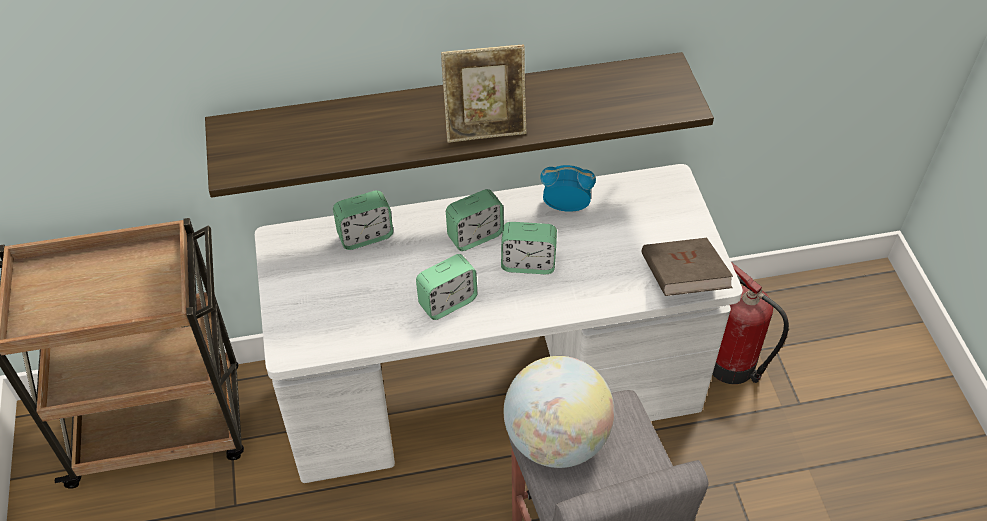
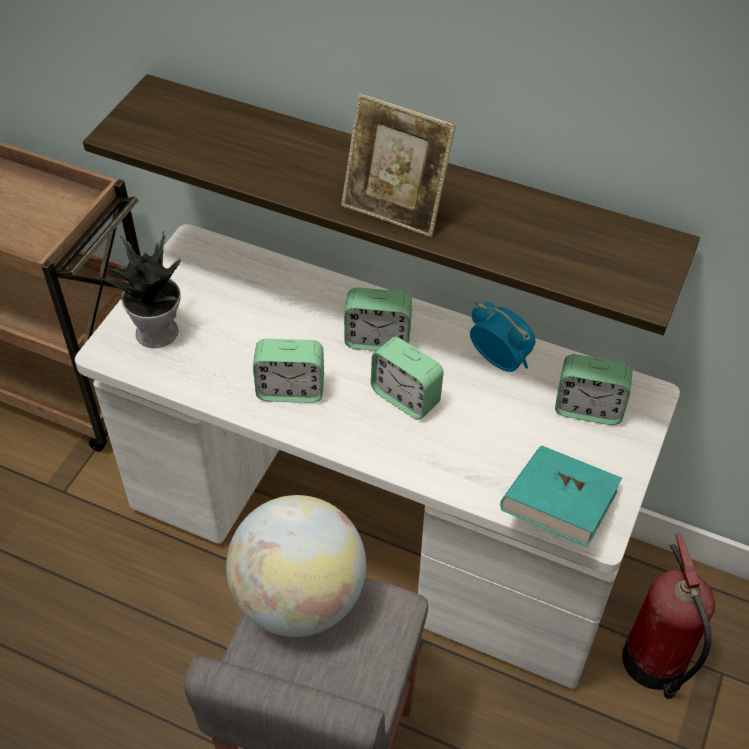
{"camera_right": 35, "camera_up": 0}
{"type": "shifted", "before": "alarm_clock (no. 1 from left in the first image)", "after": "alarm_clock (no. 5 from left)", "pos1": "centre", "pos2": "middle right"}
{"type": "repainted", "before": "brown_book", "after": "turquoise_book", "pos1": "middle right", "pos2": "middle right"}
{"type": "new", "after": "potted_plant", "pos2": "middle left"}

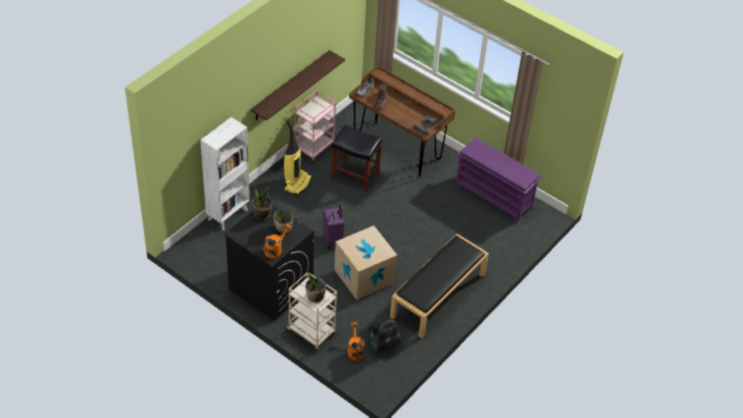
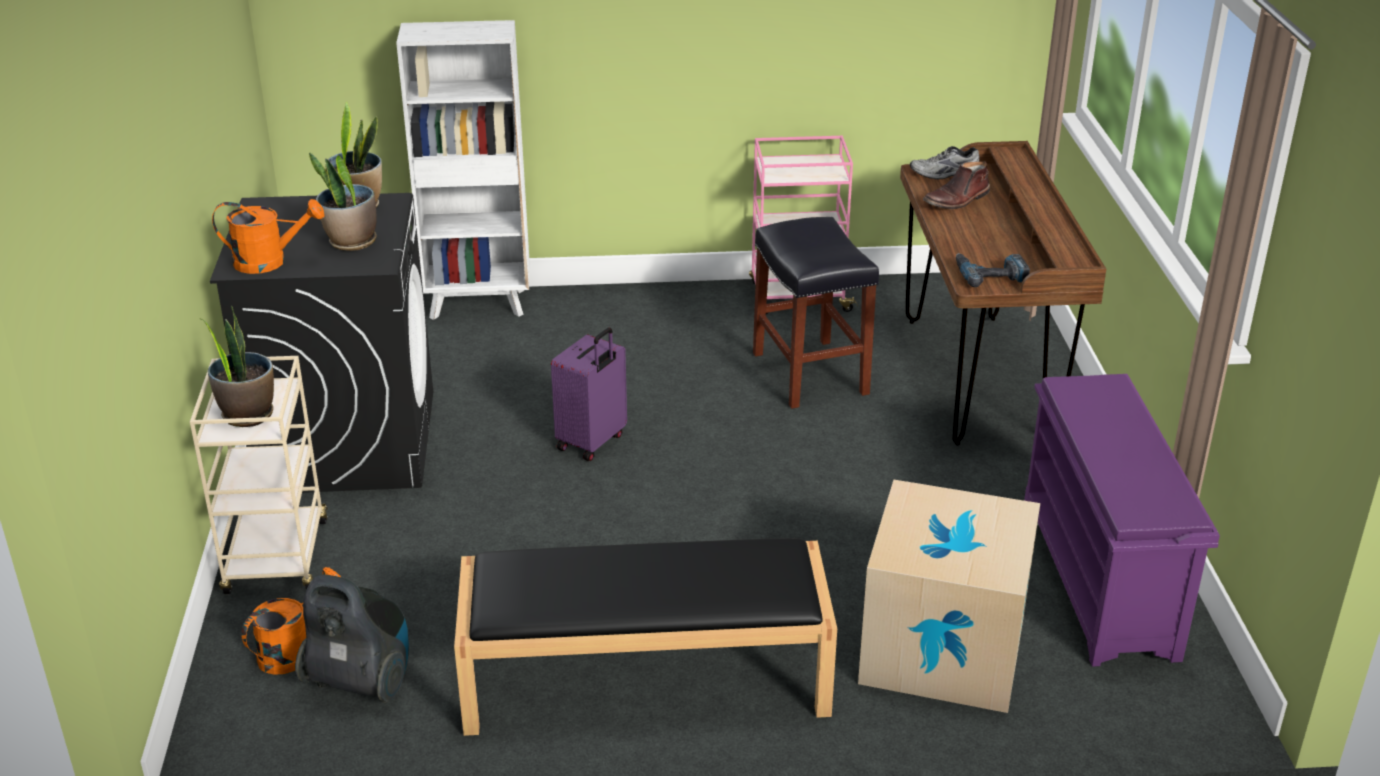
{"camera_right": 50, "camera_up": -15}
{"type": "gone", "before": "shelf", "pos1": "top centre"}
{"type": "gone", "before": "vacuum_cleaner (no. 1 from left)", "pos1": "centre"}
{"type": "shifted", "before": "cardboard_box", "pos1": "centre", "pos2": "bottom right"}

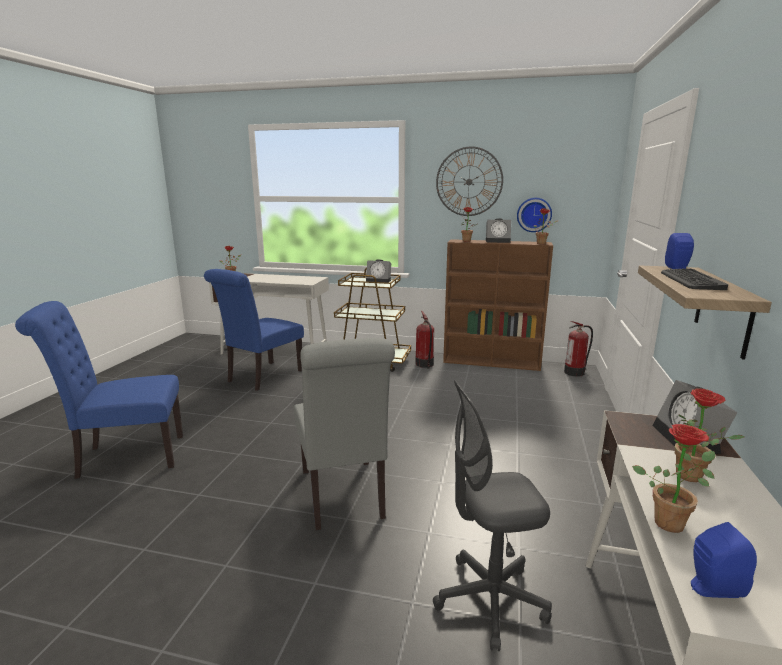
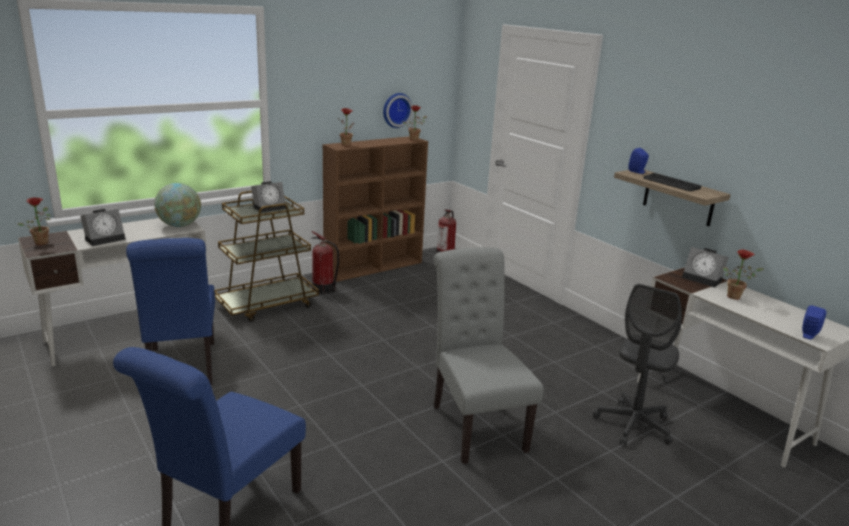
{"camera_right": -50, "camera_up": 5}
{"type": "gone", "before": "wall_clock (no. 1 from left)", "pos1": "top centre"}
{"type": "shifted", "before": "alarm_clock (no. 2 from left in the first image)", "after": "alarm_clock (no. 1 from left)", "pos1": "centre", "pos2": "middle left"}
{"type": "rotated", "before": "grey_chair", "pos1": "centre", "pos2": "bottom centre", "turn": -135}
{"type": "gone", "before": "potted_plant (no. 4 from left)", "pos1": "bottom right"}
{"type": "new", "after": "globe", "pos2": "middle left"}

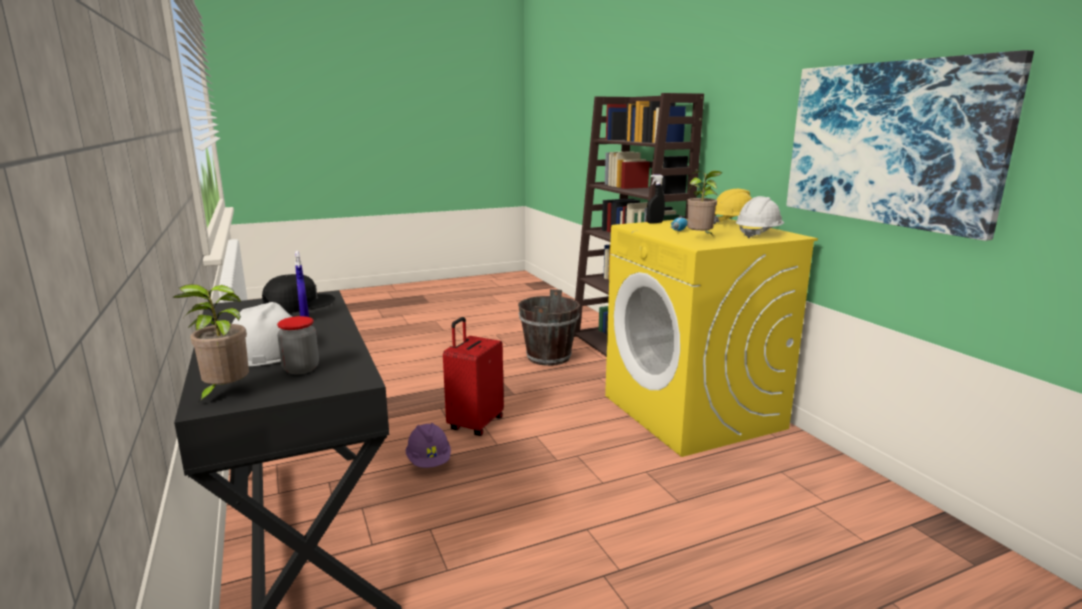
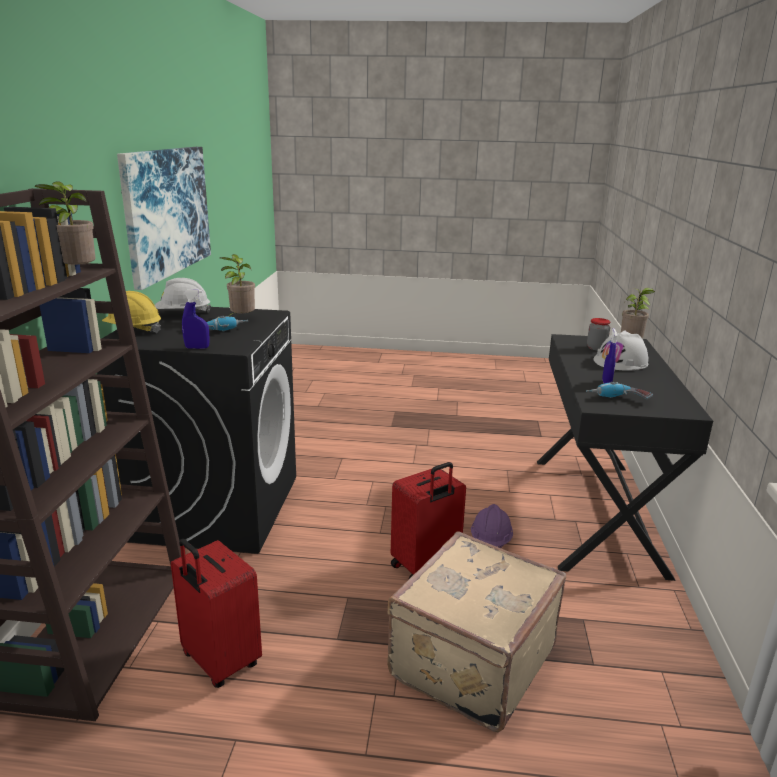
{"camera_right": -150, "camera_up": 5}
{"type": "repainted", "before": "black_spray_bottle", "after": "blue_spray_bottle (no. 1 from left)", "pos1": "top centre", "pos2": "middle left"}
{"type": "repainted", "before": "yellow_washing_machine", "after": "black_washing_machine", "pos1": "centre", "pos2": "middle left"}
{"type": "swapped", "before": "black_cap", "after": "power_drill (no. 2 from left)", "pos1": "middle left", "pos2": "middle right"}
{"type": "swapped", "before": "brown_bucket", "after": "red_suitcase (no. 1 from left)", "pos1": "centre", "pos2": "bottom left"}
{"type": "new", "after": "potted_plant (no. 1 from left)", "pos2": "top left"}
{"type": "new", "after": "beige_suitcase", "pos2": "bottom centre"}

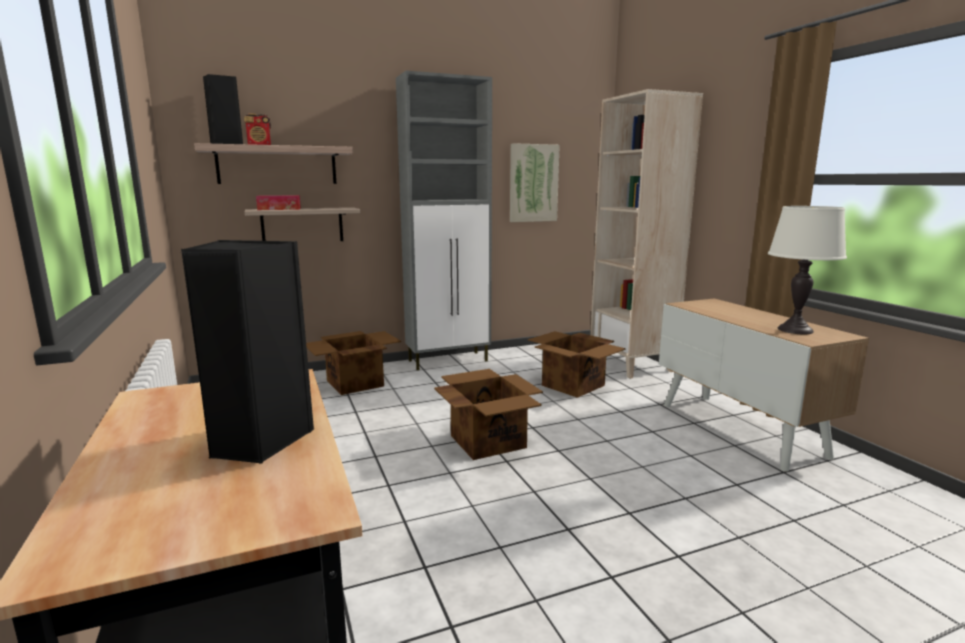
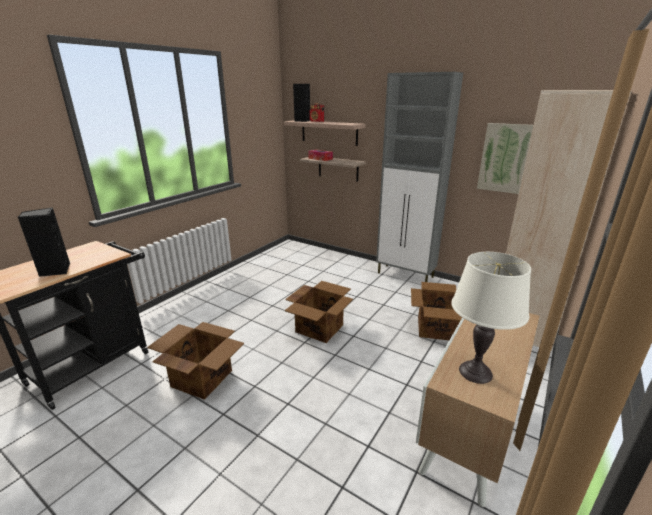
{"camera_right": 55, "camera_up": 10}
{"type": "shifted", "before": "cardboard_box (no. 1 from left)", "pos1": "centre", "pos2": "bottom left"}

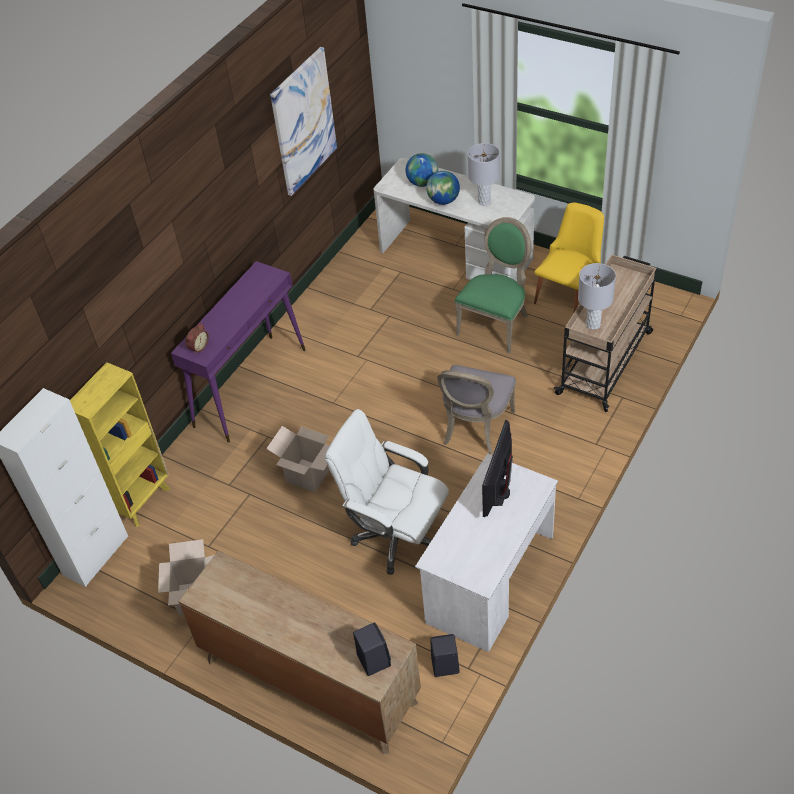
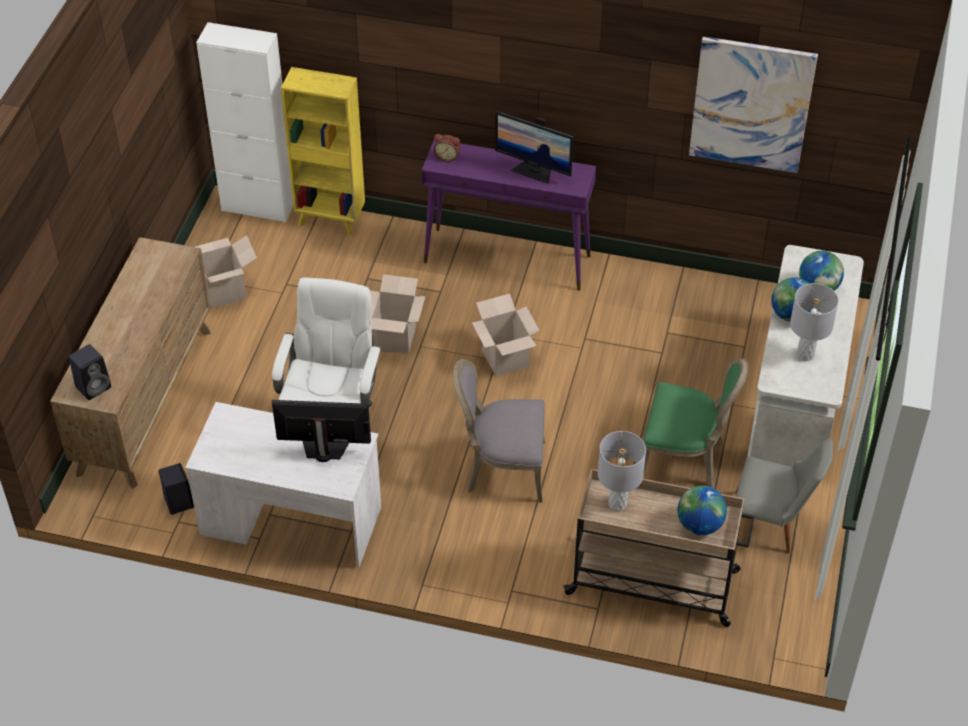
{"camera_right": 70, "camera_up": 0}
{"type": "repainted", "before": "yellow_chair", "after": "grey_chair (no. 2 from left)", "pos1": "top right", "pos2": "bottom right"}
{"type": "new", "after": "monitor (no. 2 from left)", "pos2": "top centre"}
{"type": "new", "after": "cardboard_box (no. 3 from left)", "pos2": "centre"}
{"type": "new", "after": "globe (no. 1 from left)", "pos2": "bottom right"}

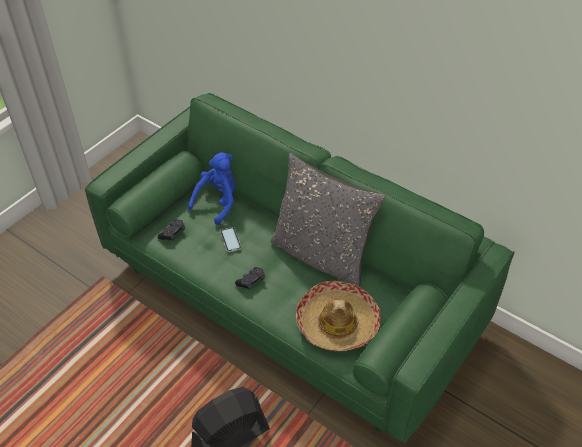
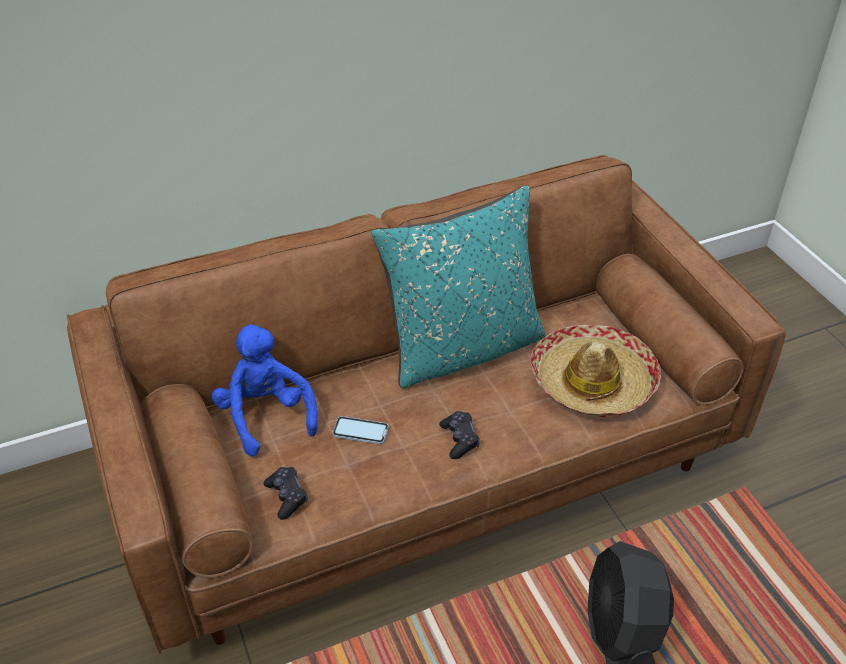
{"camera_right": -60, "camera_up": -5}
{"type": "repainted", "before": "green_sofa", "after": "brown_sofa", "pos1": "centre", "pos2": "centre"}
{"type": "repainted", "before": "grey_pillow", "after": "turquoise_pillow", "pos1": "centre", "pos2": "centre"}

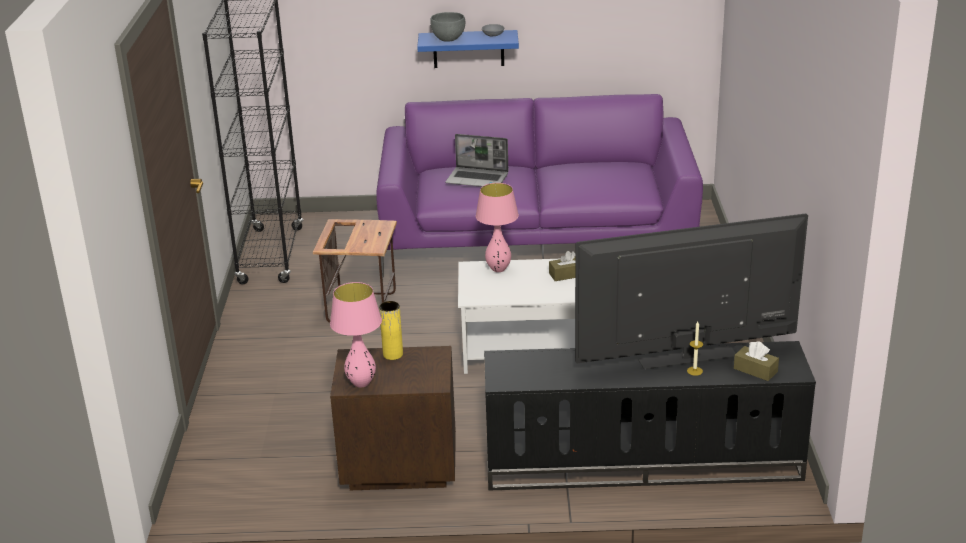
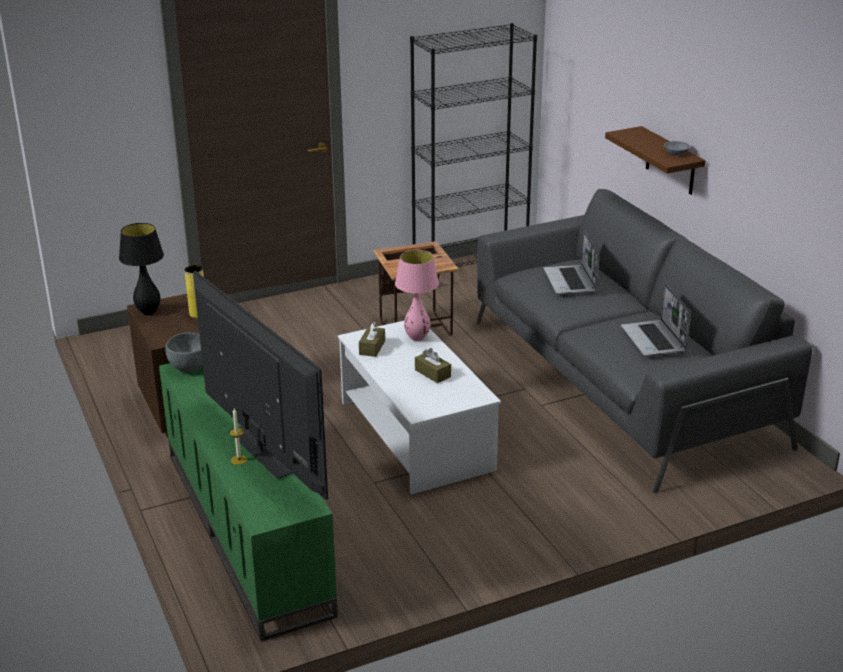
{"camera_right": 65, "camera_up": 0}
{"type": "shifted", "before": "grey_bowl (no. 1 from left)", "pos1": "top centre", "pos2": "middle left"}
{"type": "repainted", "before": "blue_shelf", "after": "brown_shelf", "pos1": "top centre", "pos2": "top right"}
{"type": "repainted", "before": "purple_sofa", "after": "grey_sofa", "pos1": "centre", "pos2": "middle right"}
{"type": "repainted", "before": "pink_table_lamp (no. 1 from left)", "after": "black_table_lamp", "pos1": "centre", "pos2": "middle left"}
{"type": "repainted", "before": "black_tv_stand", "after": "green_tv_stand", "pos1": "bottom right", "pos2": "bottom left"}
{"type": "shifted", "before": "brown_tissue_box (no. 2 from left in the first image)", "after": "brown_tissue_box (no. 1 from left)", "pos1": "middle right", "pos2": "centre"}
{"type": "new", "after": "laptop (no. 2 from left)", "pos2": "middle right"}

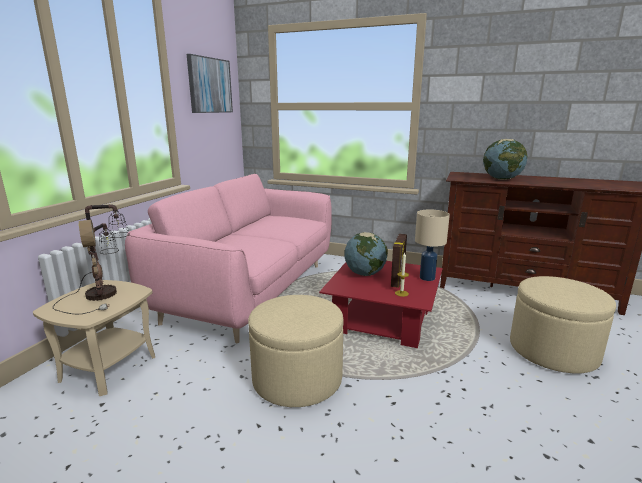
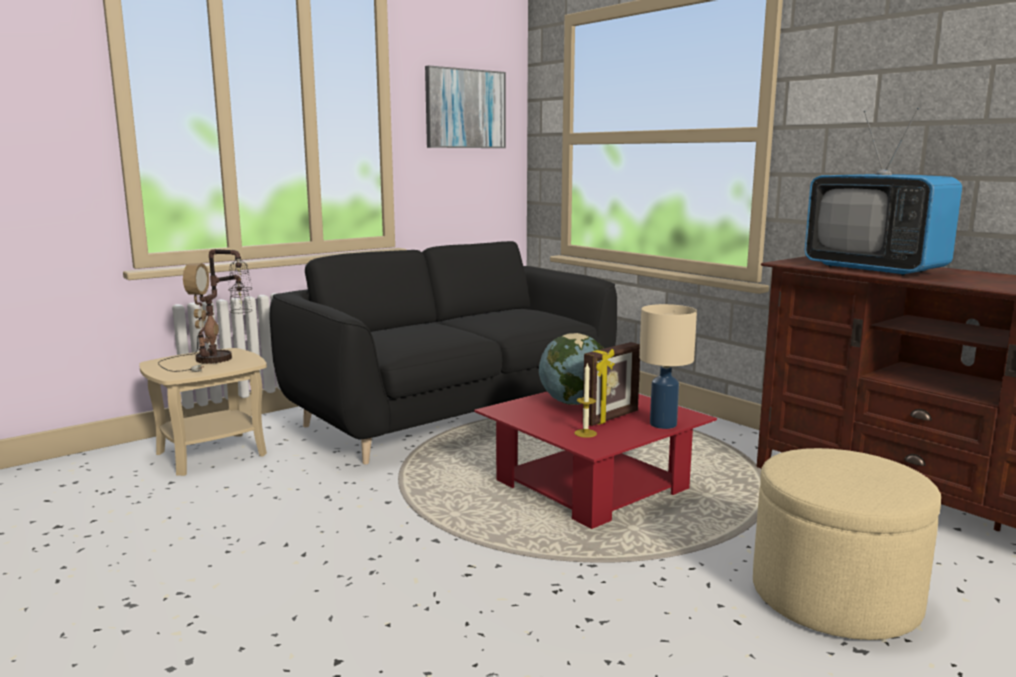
{"camera_right": 30, "camera_up": -5}
{"type": "swapped", "before": "globe (no. 2 from left)", "after": "television", "pos1": "top right", "pos2": "top right"}
{"type": "repainted", "before": "pink_sofa", "after": "black_sofa", "pos1": "centre", "pos2": "centre"}
{"type": "gone", "before": "beige_ottoman (no. 1 from left)", "pos1": "bottom centre"}

